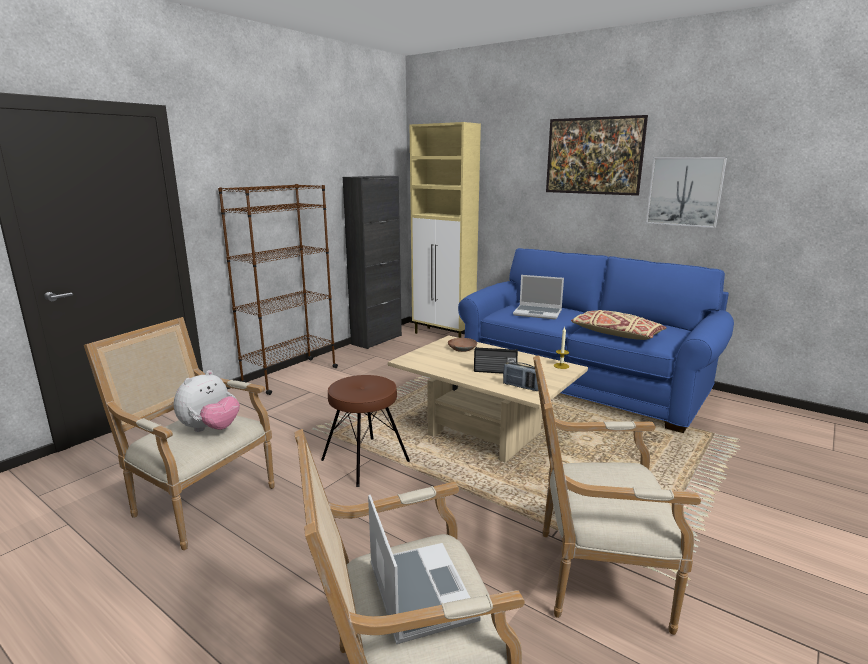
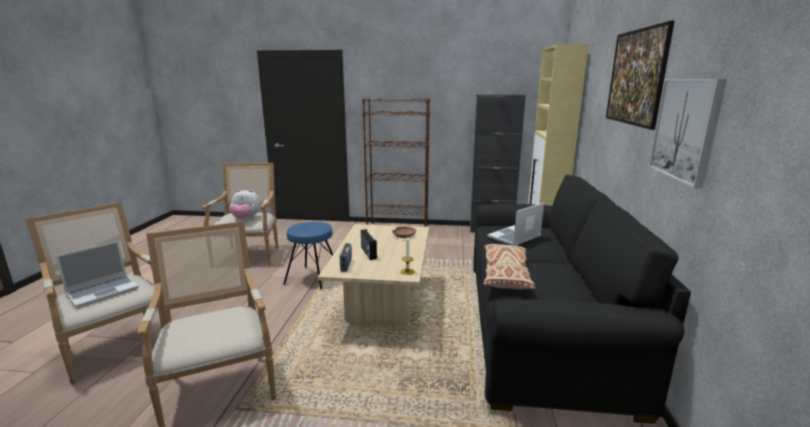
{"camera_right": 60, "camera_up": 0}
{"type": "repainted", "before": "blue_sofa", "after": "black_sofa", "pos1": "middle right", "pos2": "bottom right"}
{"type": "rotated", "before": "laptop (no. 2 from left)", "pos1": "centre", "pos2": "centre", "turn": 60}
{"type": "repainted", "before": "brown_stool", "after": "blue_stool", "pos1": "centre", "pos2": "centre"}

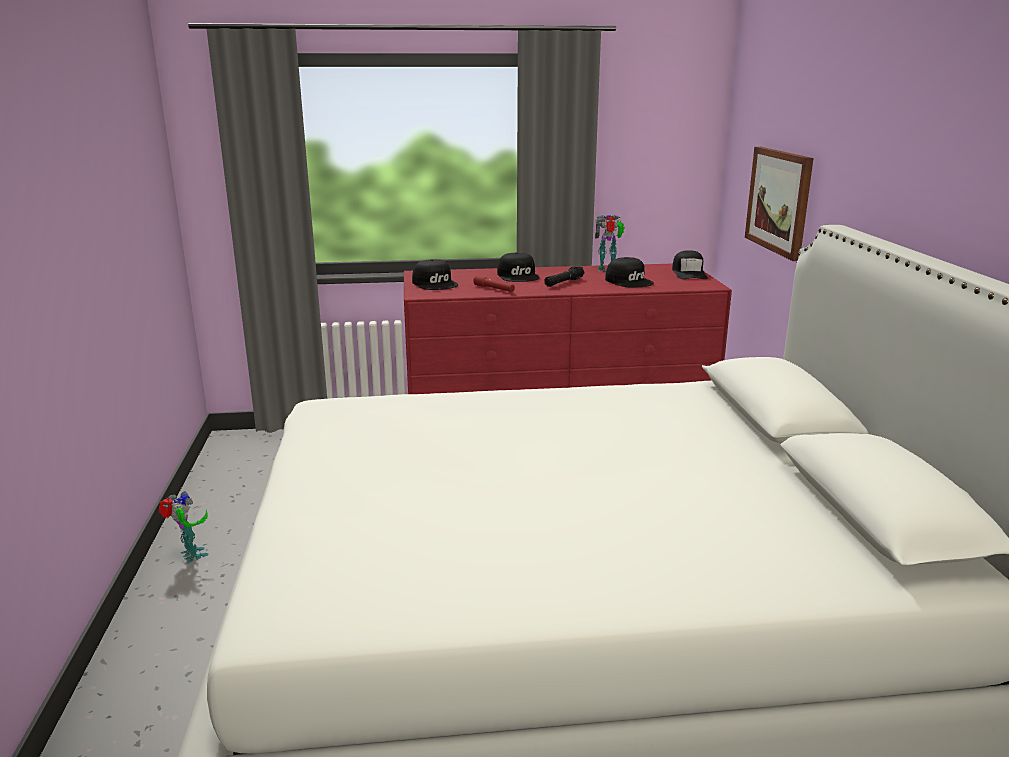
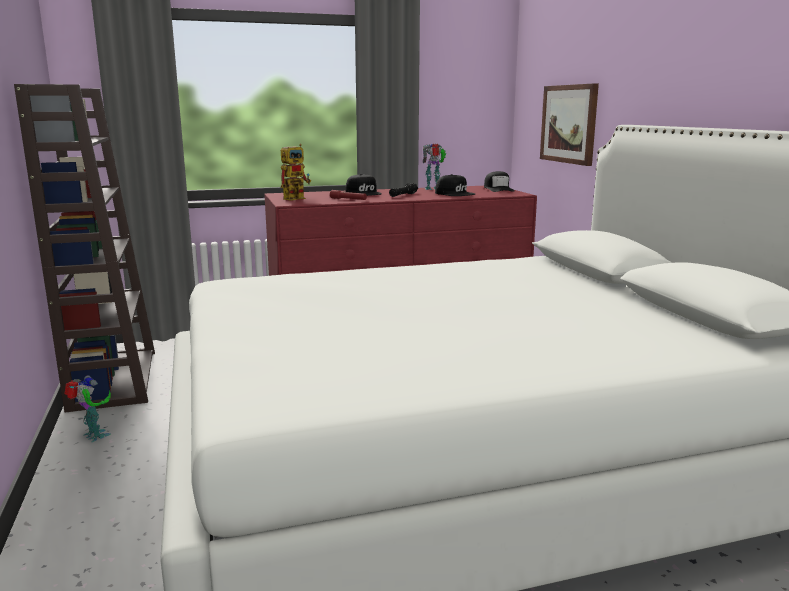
{"camera_right": -10, "camera_up": -5}
{"type": "swapped", "before": "black_cap (no. 1 from left)", "after": "toy_robot (no. 2 from left)", "pos1": "centre", "pos2": "top centre"}
{"type": "new", "after": "brown_bookcase", "pos2": "middle left"}

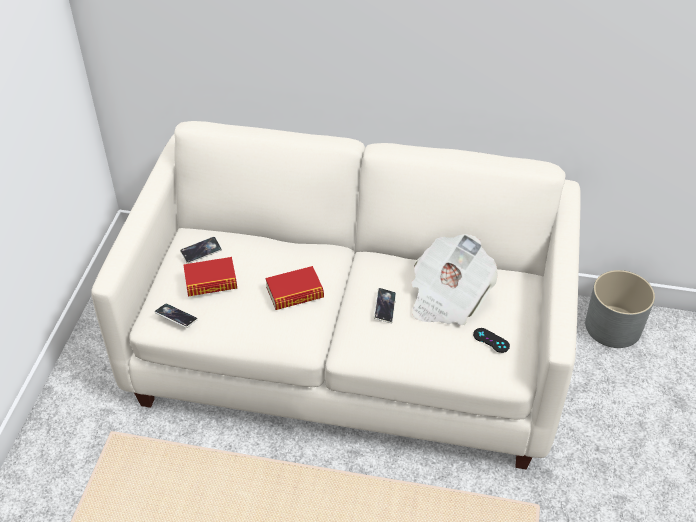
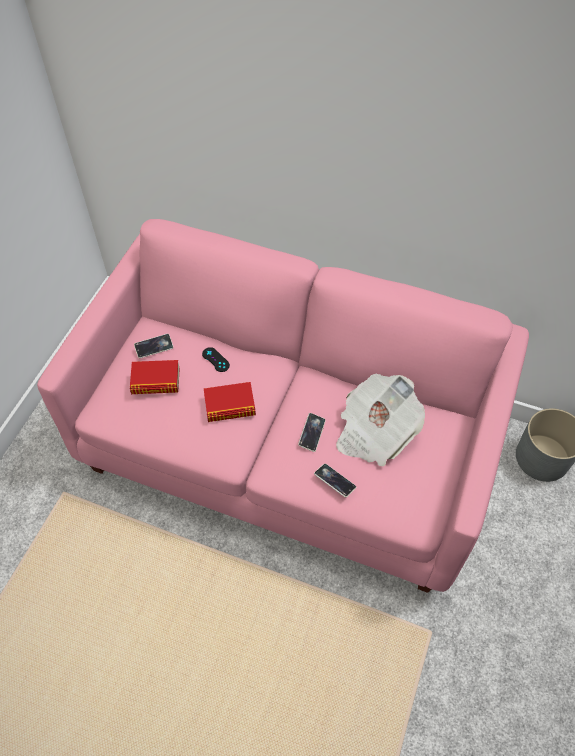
{"camera_right": 10, "camera_up": 10}
{"type": "repainted", "before": "white_sofa", "after": "pink_sofa", "pos1": "centre", "pos2": "centre"}
{"type": "shifted", "before": "phone (no. 1 from left in the first image)", "after": "phone (no. 3 from left)", "pos1": "middle left", "pos2": "centre"}
{"type": "shifted", "before": "black_game_controller", "pos1": "middle right", "pos2": "centre"}

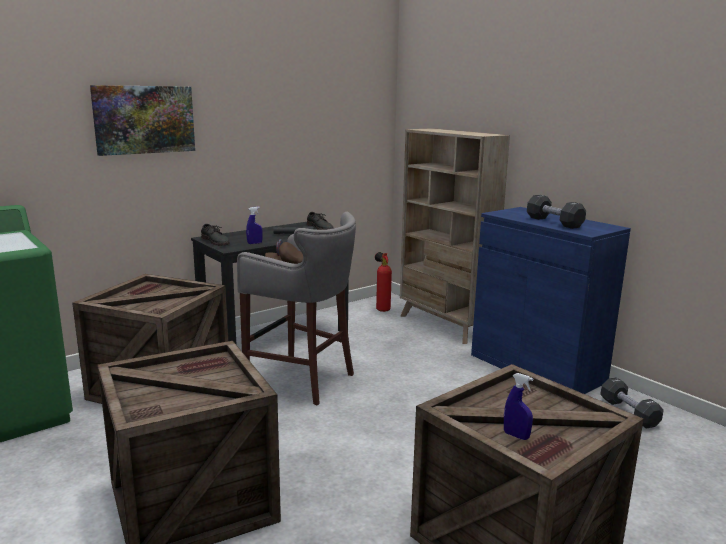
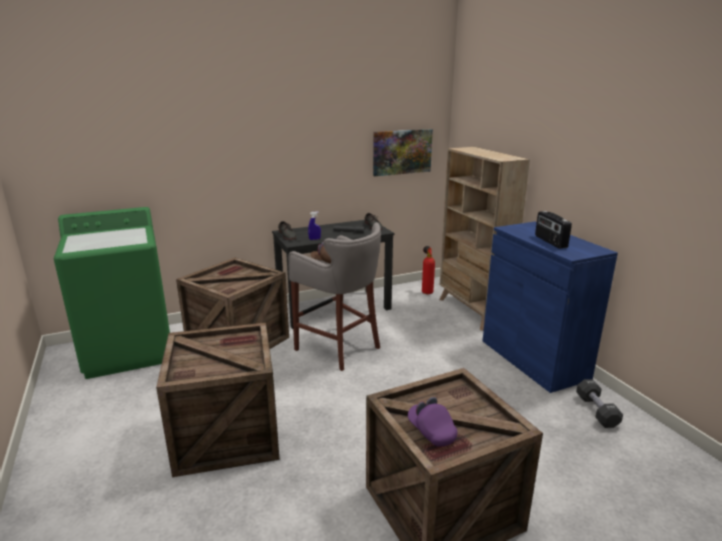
{"camera_right": 15, "camera_up": 5}
{"type": "shifted", "before": "picture", "pos1": "top left", "pos2": "top centre"}
{"type": "swapped", "before": "black_dumbbell (no. 1 from left)", "after": "radio", "pos1": "middle right", "pos2": "middle right"}
{"type": "swapped", "before": "blue_spray_bottle (no. 2 from left)", "after": "purple_cap", "pos1": "bottom right", "pos2": "bottom centre"}

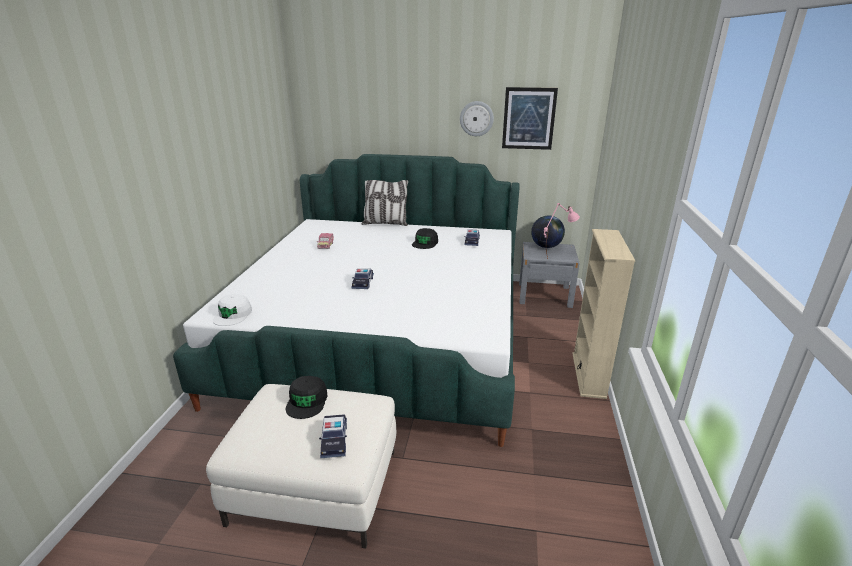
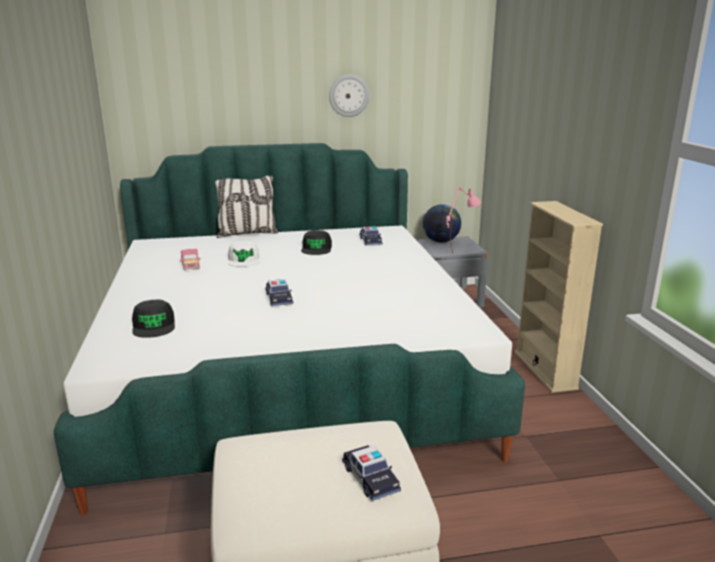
{"camera_right": -20, "camera_up": -5}
{"type": "gone", "before": "picture", "pos1": "top centre"}
{"type": "shifted", "before": "white_cap", "pos1": "middle left", "pos2": "centre"}
{"type": "shifted", "before": "black_cap (no. 1 from left)", "pos1": "bottom centre", "pos2": "middle left"}

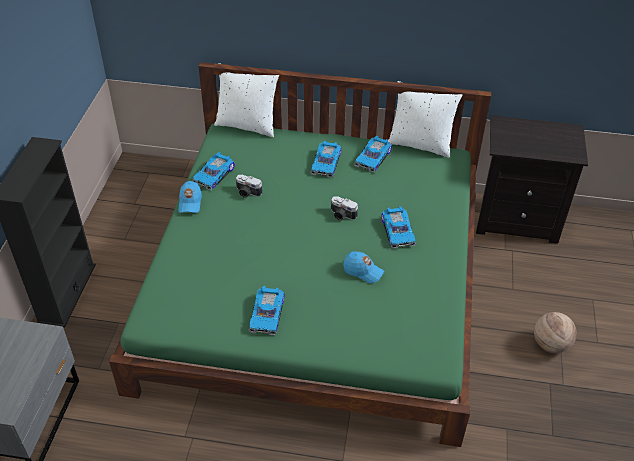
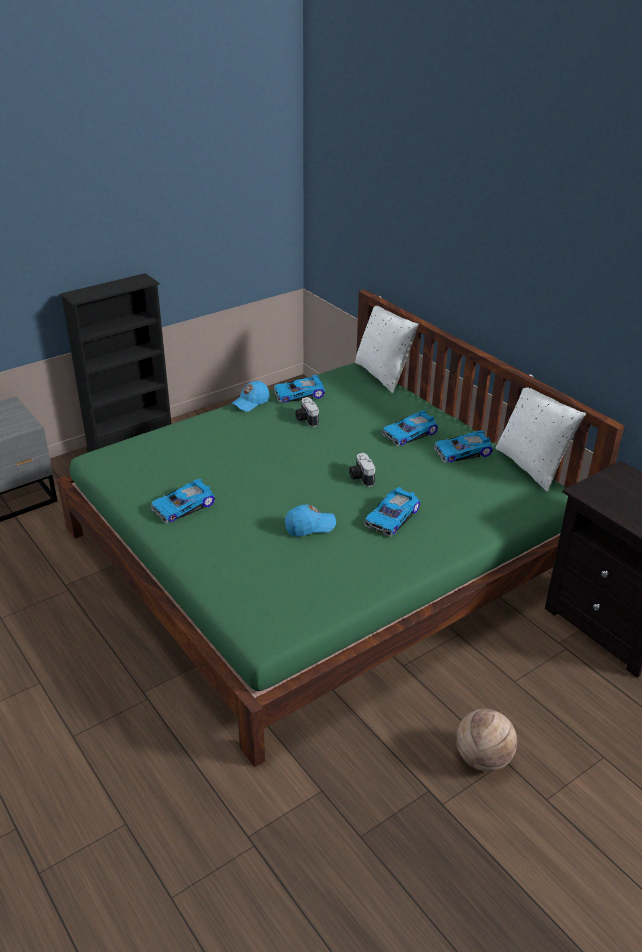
{"camera_right": 45, "camera_up": -10}
{"type": "rotated", "before": "blue_cap (no. 2 from left)", "pos1": "centre", "pos2": "centre", "turn": -90}

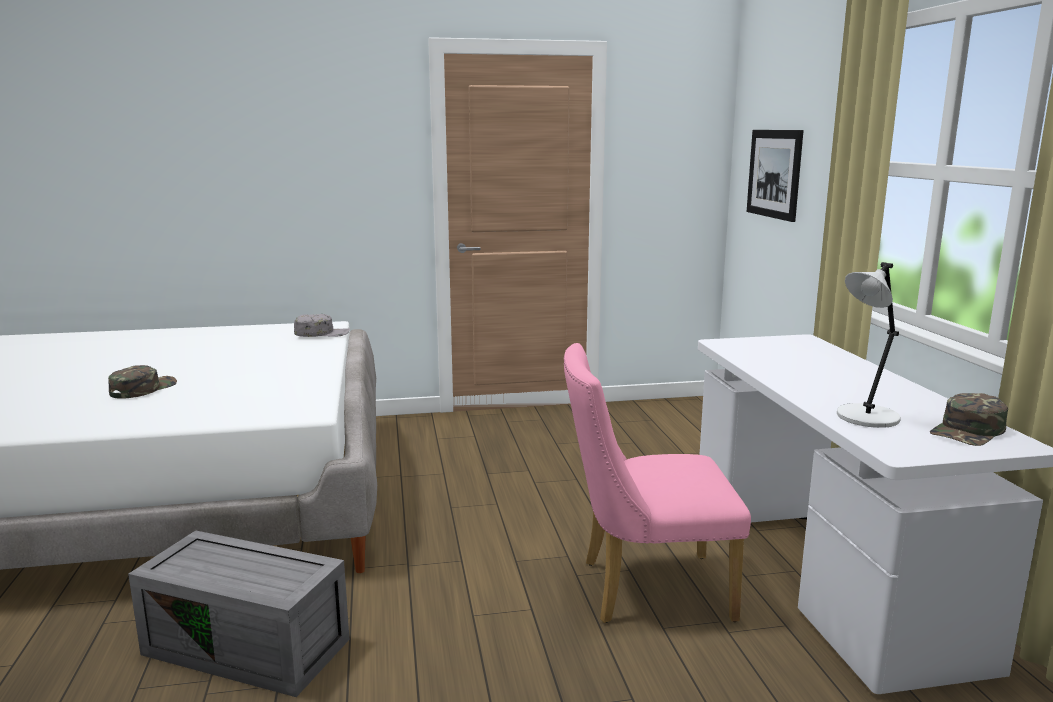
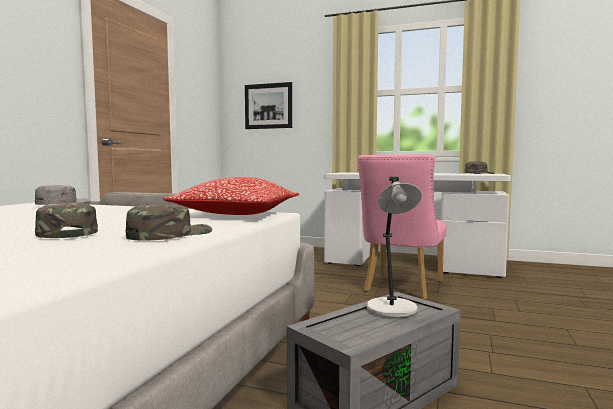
{"camera_right": -60, "camera_up": -10}
{"type": "shifted", "before": "grey_table_lamp", "pos1": "middle right", "pos2": "centre"}
{"type": "new", "after": "pillow", "pos2": "centre"}
{"type": "new", "after": "green_cap (no. 2 from left)", "pos2": "middle left"}

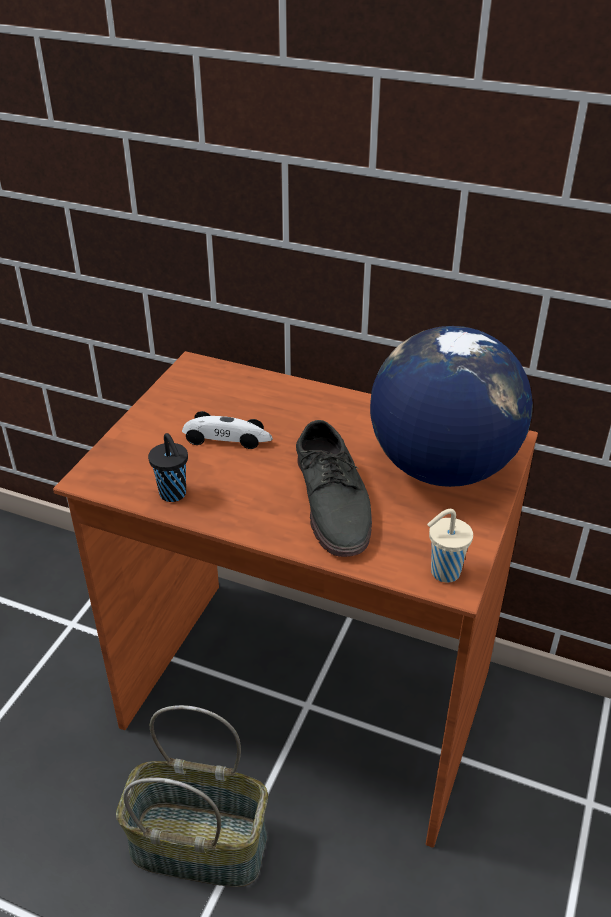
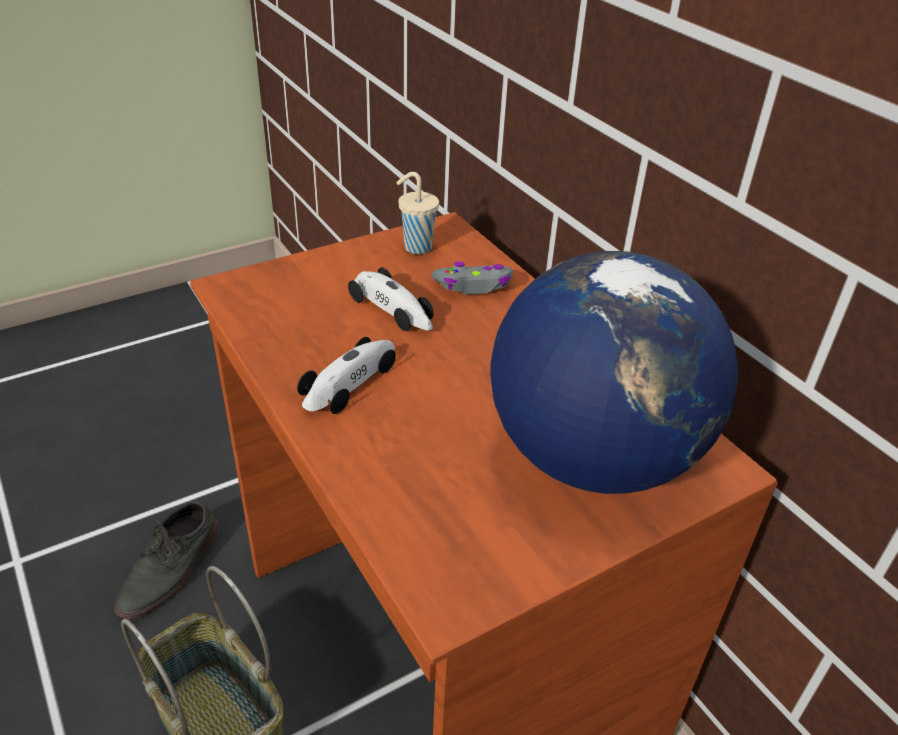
{"camera_right": 35, "camera_up": 0}
{"type": "shifted", "before": "grey_shoe", "pos1": "centre", "pos2": "bottom left"}
{"type": "gone", "before": "black_cup", "pos1": "middle left"}
{"type": "shifted", "before": "beige_cup", "pos1": "middle right", "pos2": "top centre"}
{"type": "new", "after": "grey_game_controller", "pos2": "centre"}
{"type": "new", "after": "toy_car (no. 1 from left)", "pos2": "centre"}

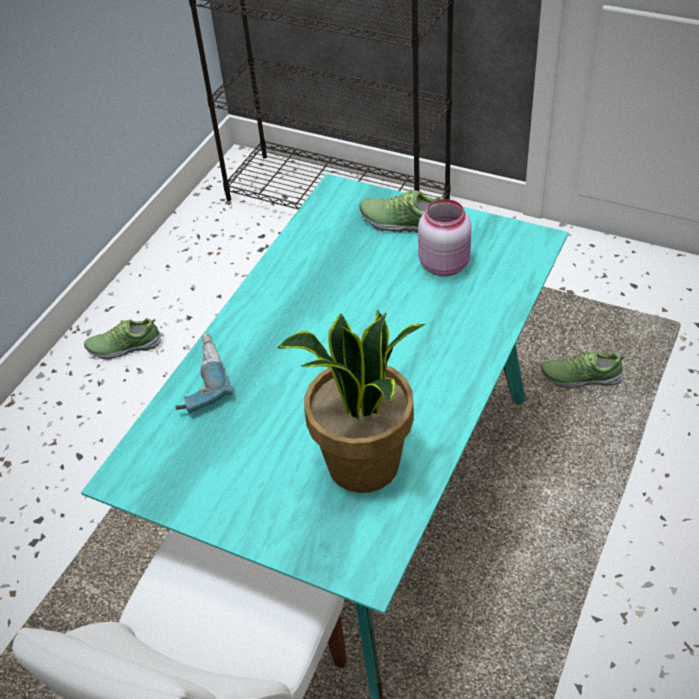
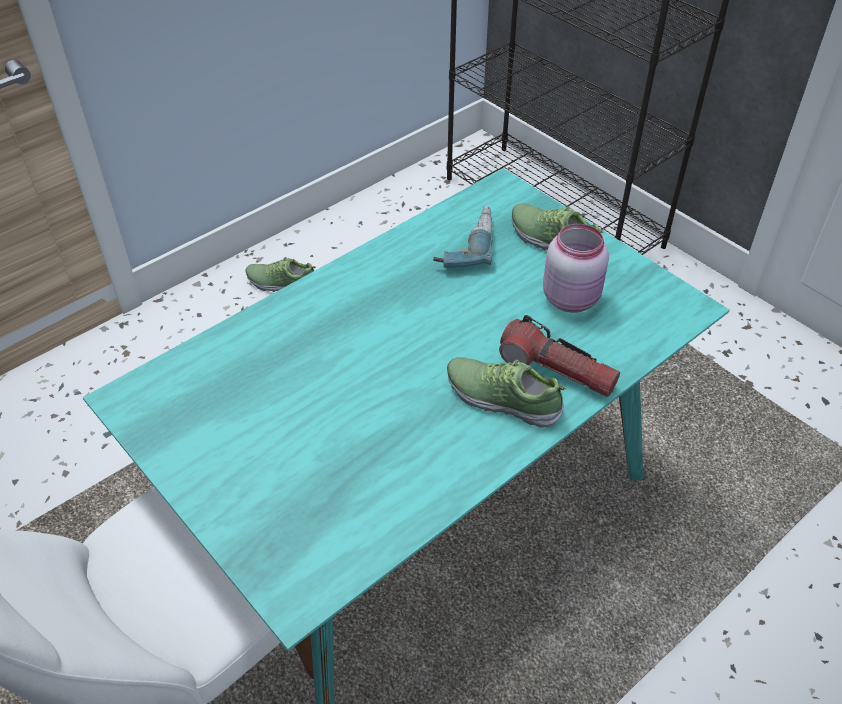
{"camera_right": 20, "camera_up": 0}
{"type": "gone", "before": "potted_plant", "pos1": "centre"}
{"type": "shifted", "before": "power_drill", "pos1": "middle left", "pos2": "centre"}
{"type": "shifted", "before": "shoe (no. 3 from left in the first image)", "after": "shoe (no. 2 from left)", "pos1": "middle right", "pos2": "centre"}
{"type": "new", "after": "flashlight", "pos2": "centre"}

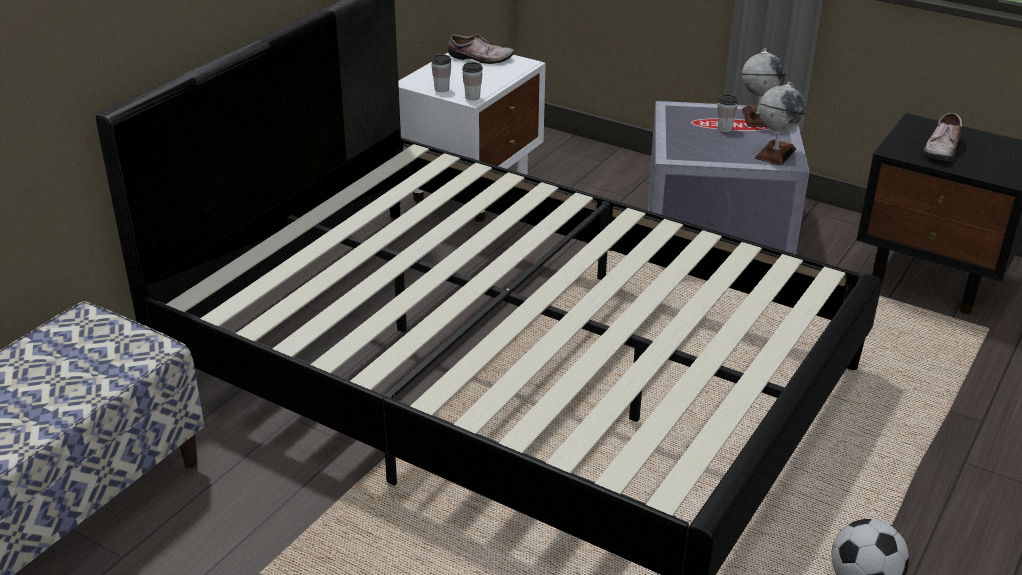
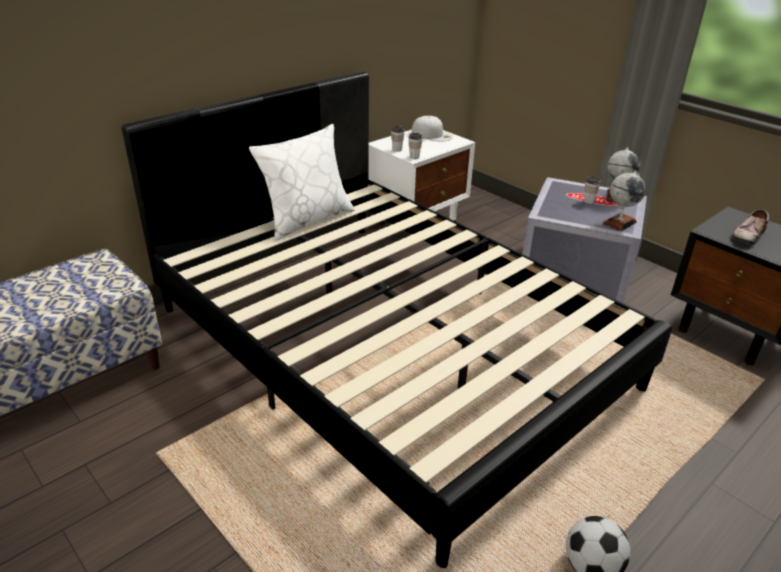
{"camera_right": 15, "camera_up": 0}
{"type": "swapped", "before": "shoe (no. 1 from left)", "after": "white_cap", "pos1": "top centre", "pos2": "top centre"}
{"type": "new", "after": "white_pillow", "pos2": "top centre"}

